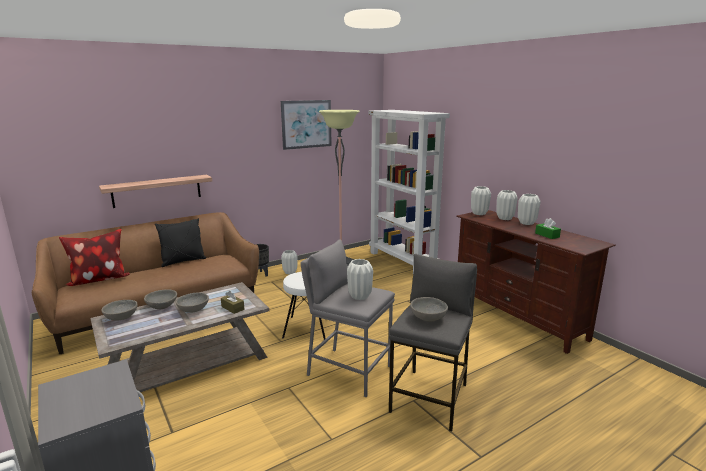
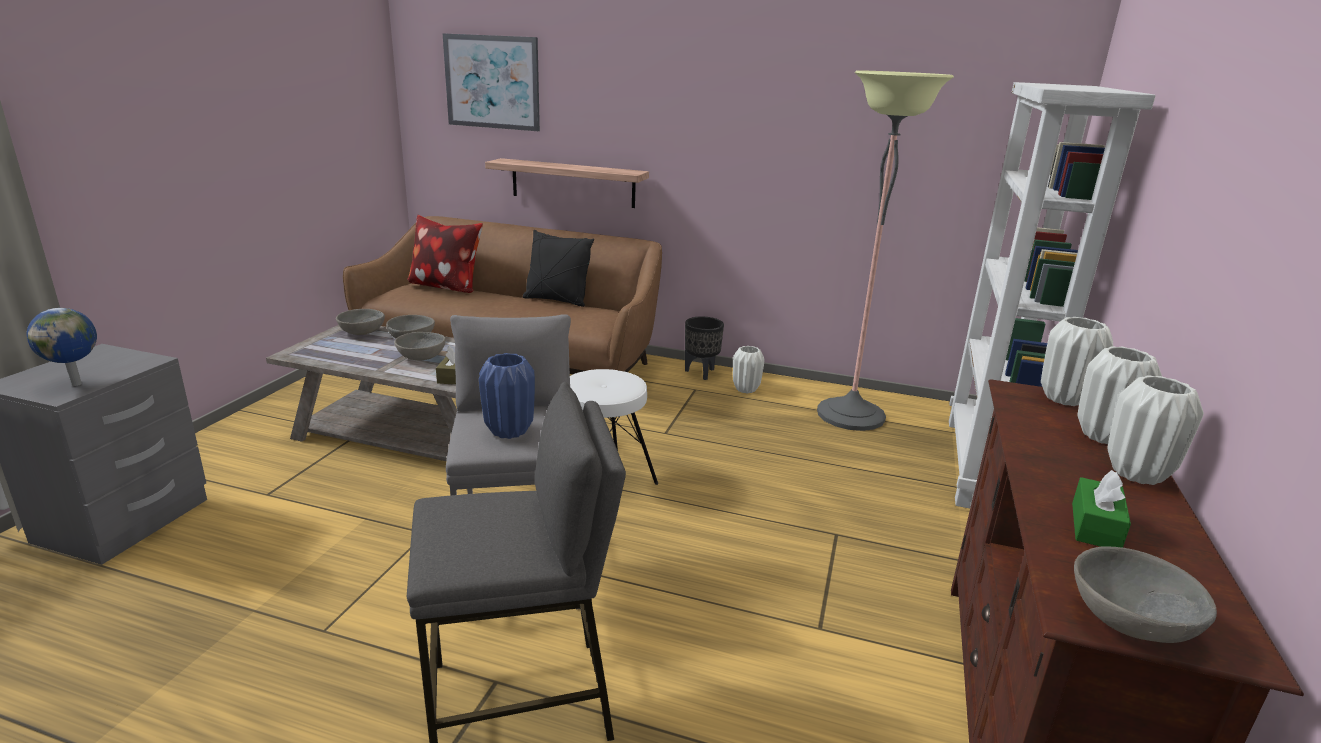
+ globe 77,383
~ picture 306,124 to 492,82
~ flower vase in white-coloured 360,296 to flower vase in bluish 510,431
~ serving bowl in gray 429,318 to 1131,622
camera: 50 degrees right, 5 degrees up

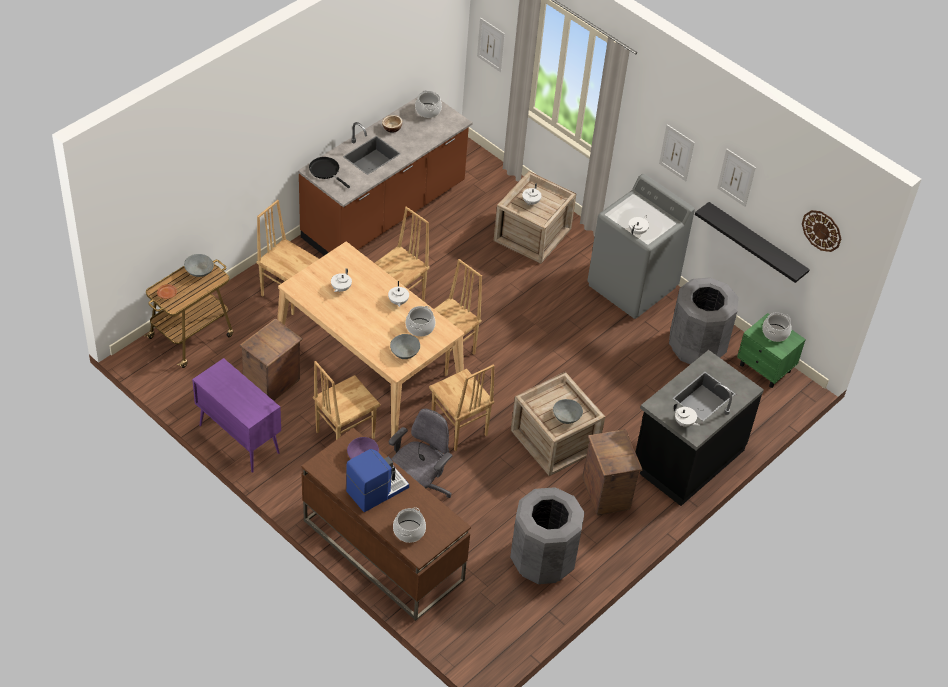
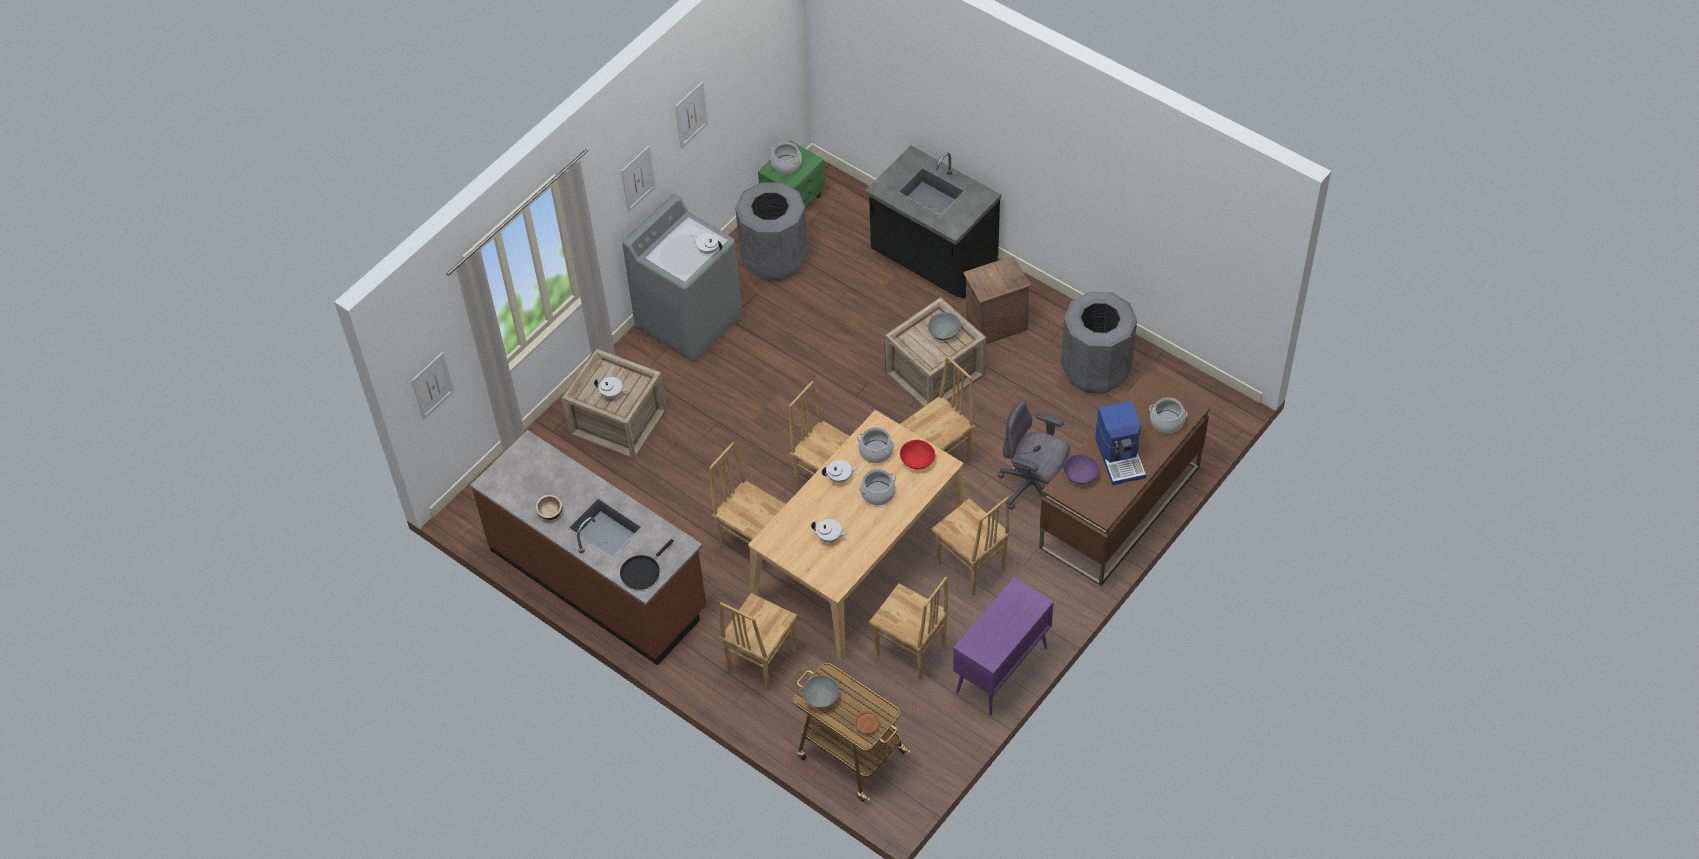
~ cooking pot 427,110 to 878,493
~ packing crate 272,384 to upright chair in brown-coloured 910,651
~ serving bowl in gray 404,352 to serving bowl in red 917,461
~ coffee maker 376,489 = 1120,457 150 degrees counterclockwise
- tea pot in white-coloured 684,423
- bracket shelf in black-coloured 756,244
- hanging clock 822,230
camera: 90 degrees left, 5 degrees up

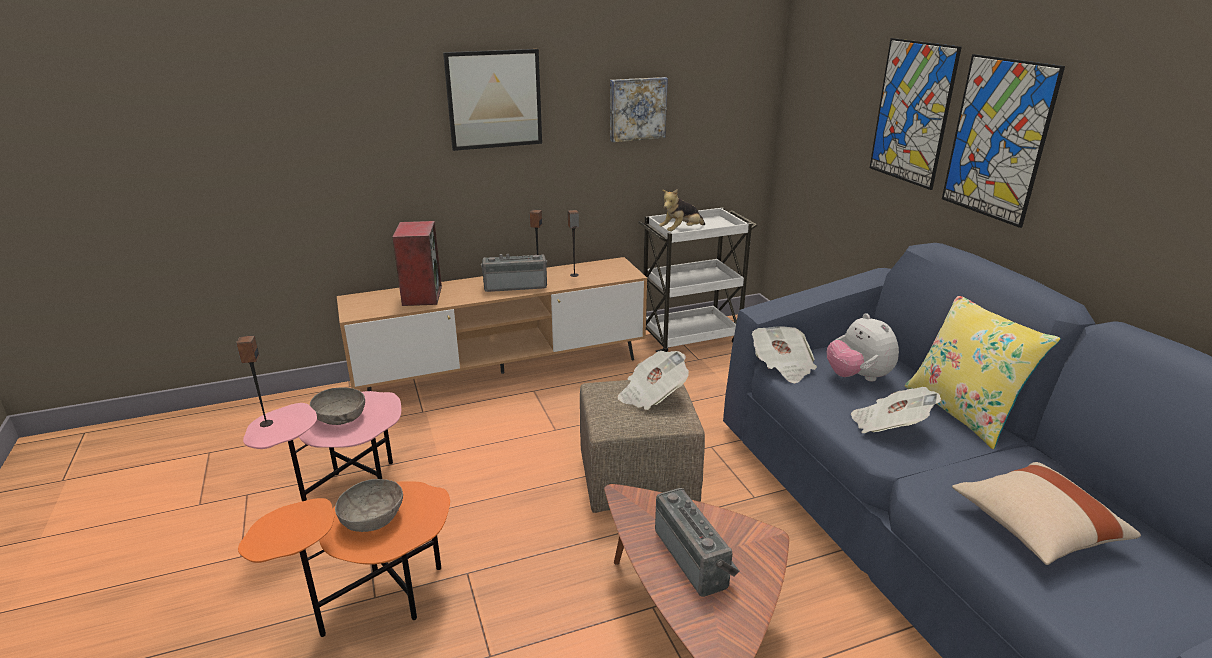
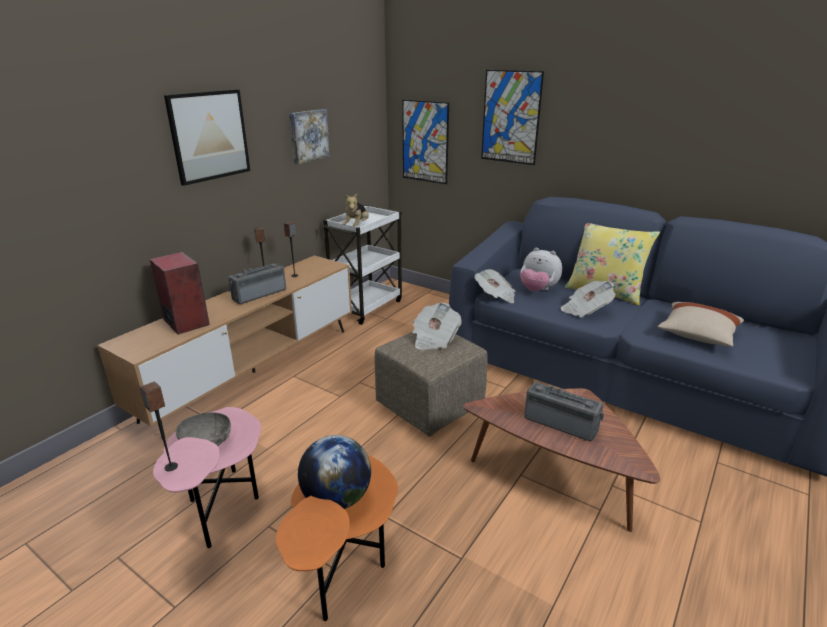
~ serving bowl in gray 372,519 to globe 337,499
~ picture 997,139 to 425,142
camera: 35 degrees left, 0 degrees up

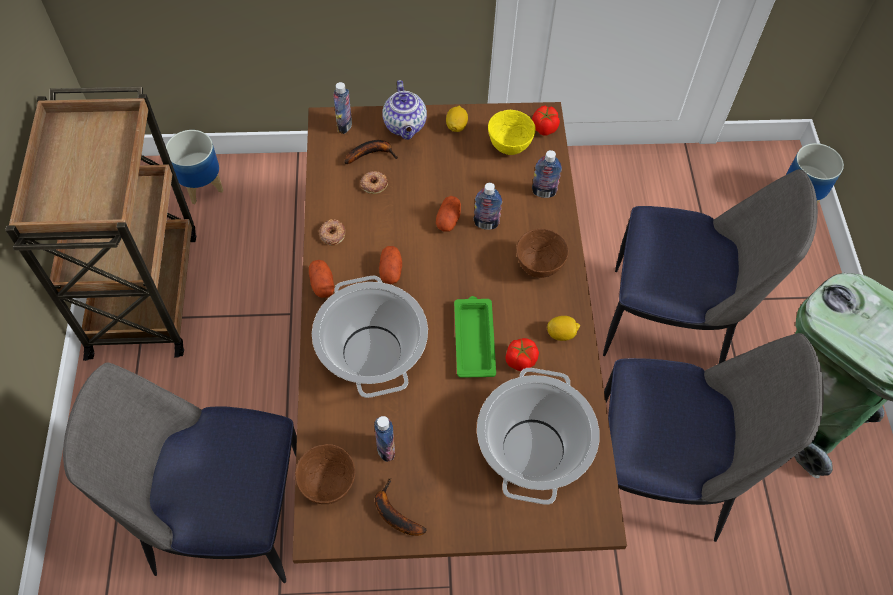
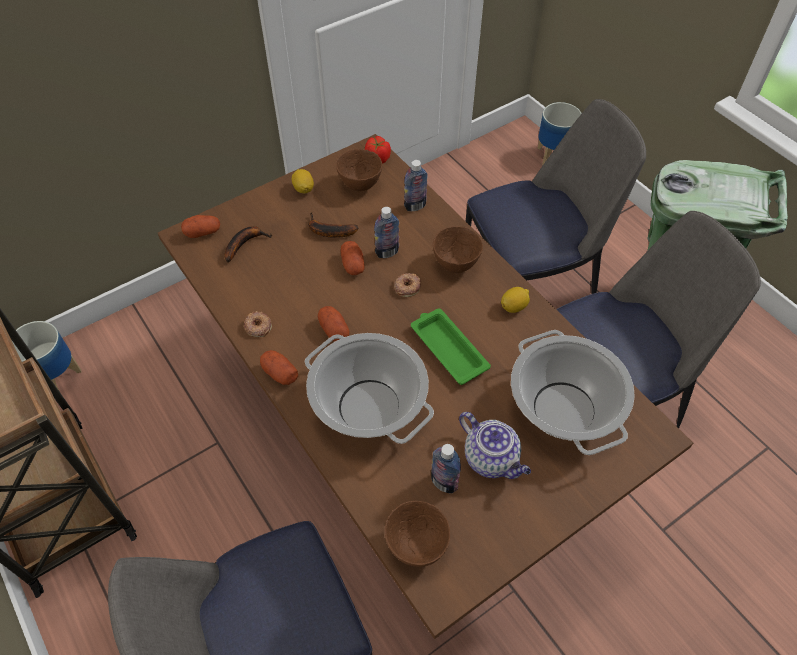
~ drink bottle 344,126 to whole potato 203,232
~ whole banana 394,513 to 328,231
~ serving bowl in yellow 508,147 to serving bowl in brown-coloured 359,185
~ donut 374,184 to 407,287
~ tea pot 405,126 to 492,459
- fresh tomato 520,360
camera: 30 degrees left, 5 degrees down

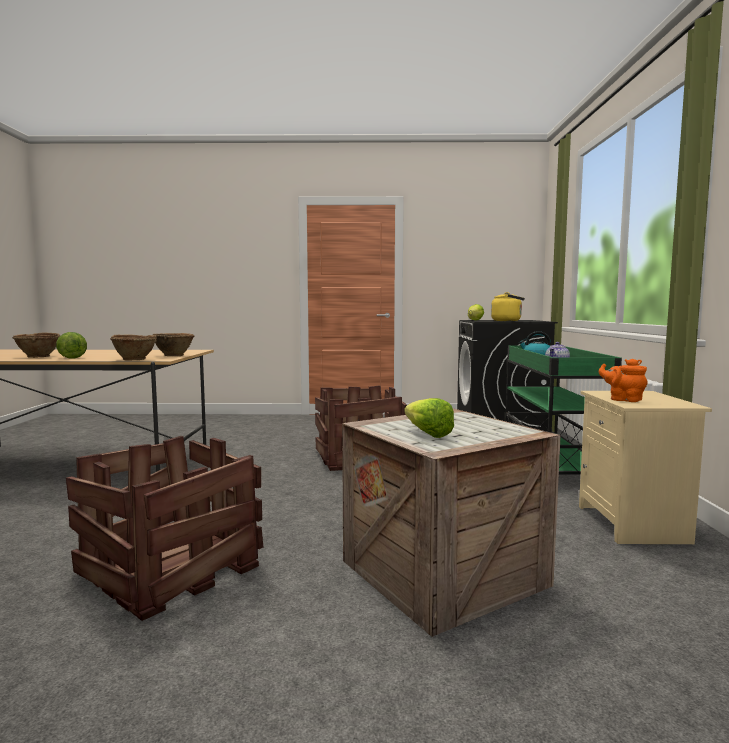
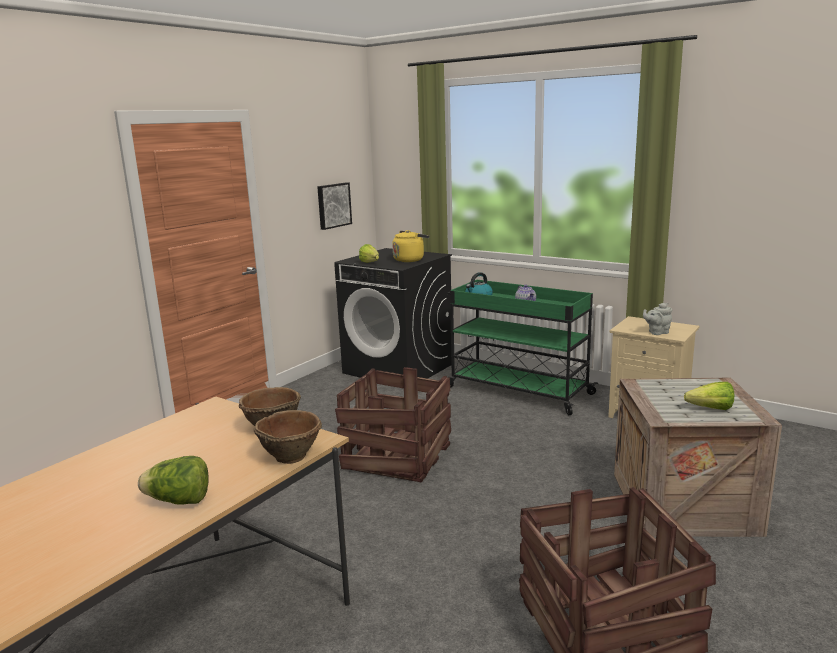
+ picture 333,205
~ tea pot in orangey 623,399 to tea pot in gray 657,332
- serving bowl in brown-coloured 38,356
camera: 55 degrees left, 10 degrees up

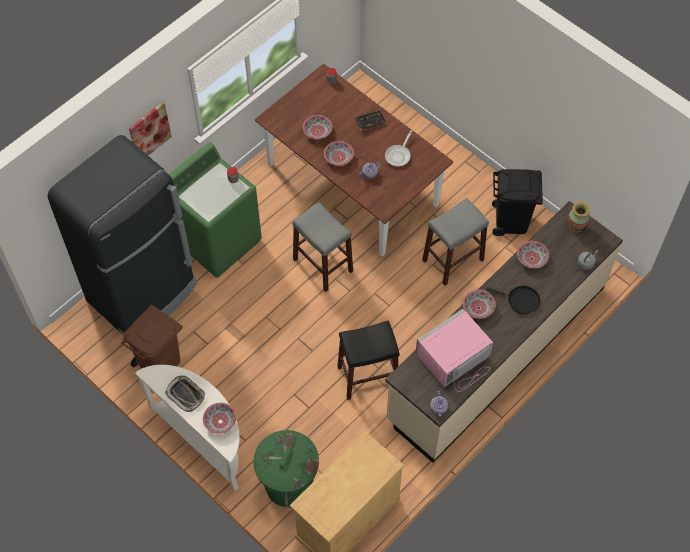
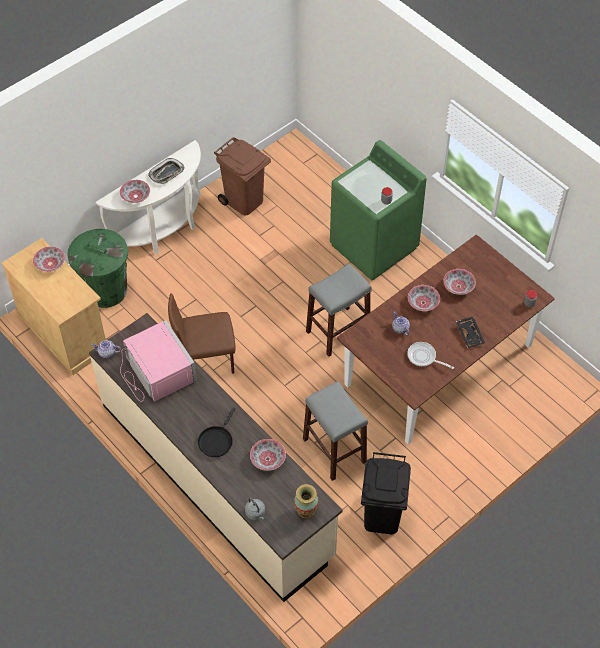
~ serving bowl 478,308 to 50,264
~ stool in black-coloured 367,376 to upright chair in brown-coloured 205,360
- kitchen fridge in black-coloured 143,293
- picture 149,131
camera: 95 degrees right, 5 degrees down

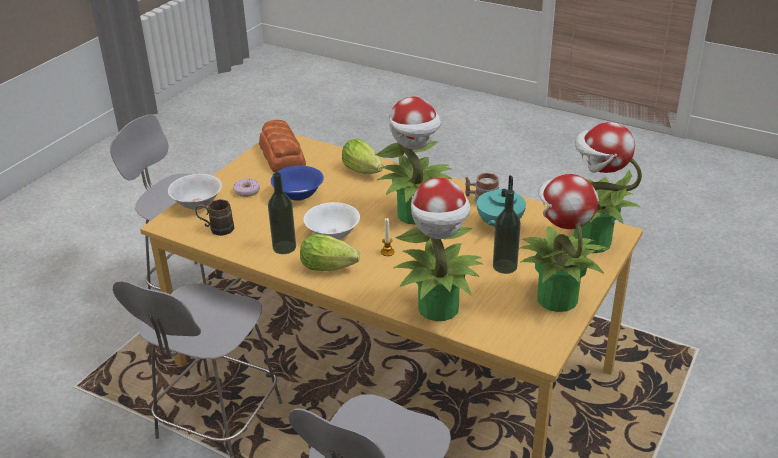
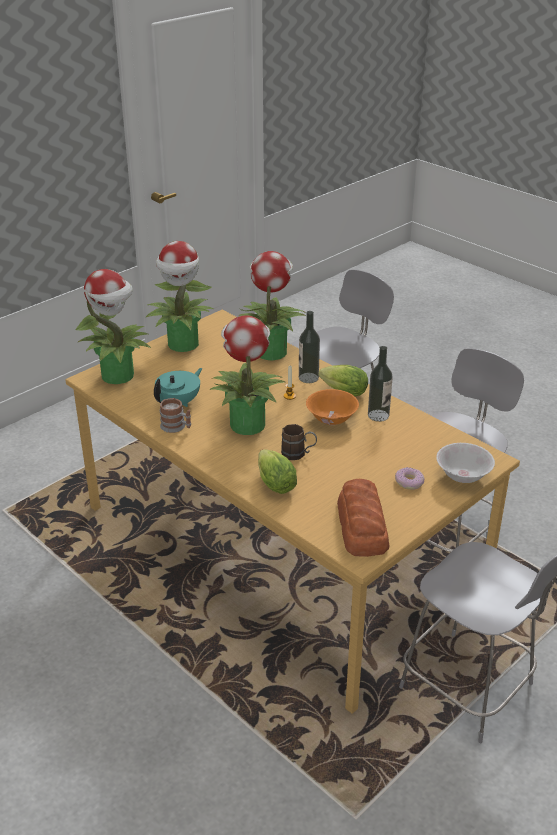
~ tea mug in brown-coloured 216,229 to 298,454
~ drink bottle 505,266 to 308,378
~ serving bowl in white-coloured 332,234 to serving bowl in orangey 332,419
- serving bowl in bluish 298,195
camera: 165 degrees left, 0 degrees up

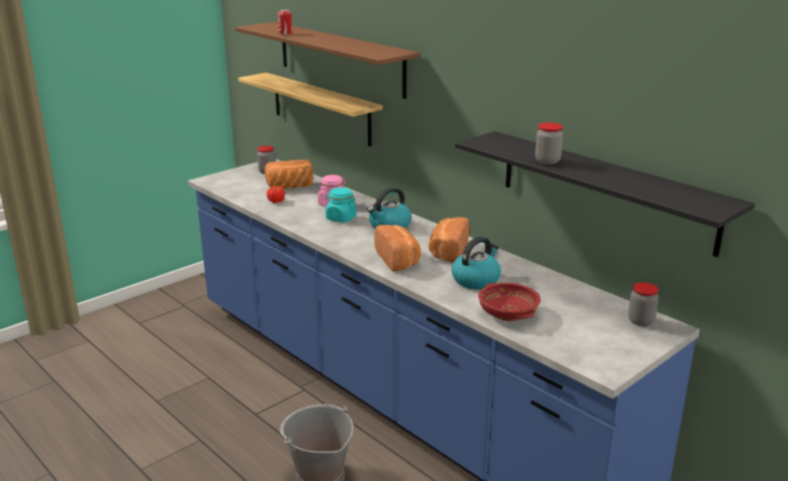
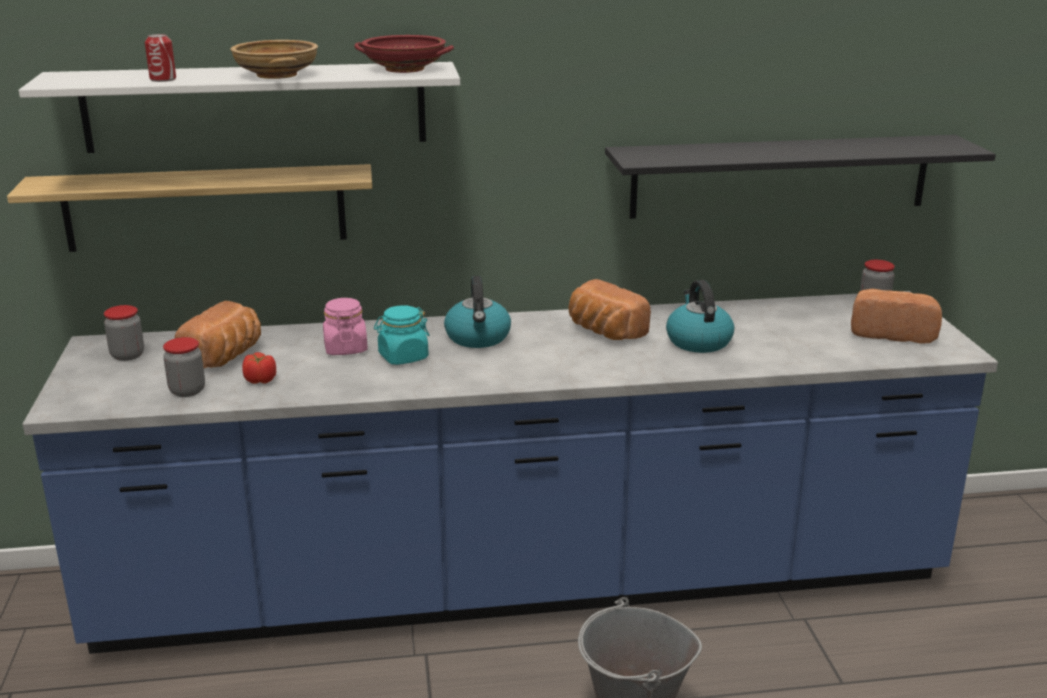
~ bracket shelf in brown-coloured 340,58 to bracket shelf in white-coloured 256,107
~ storage jar 547,161 to 187,391
+ serving bowl in beige 277,75
~ serving bowl in red 507,314 to 404,69
~ baked bread 399,260 to 892,333
camera: 55 degrees left, 0 degrees up

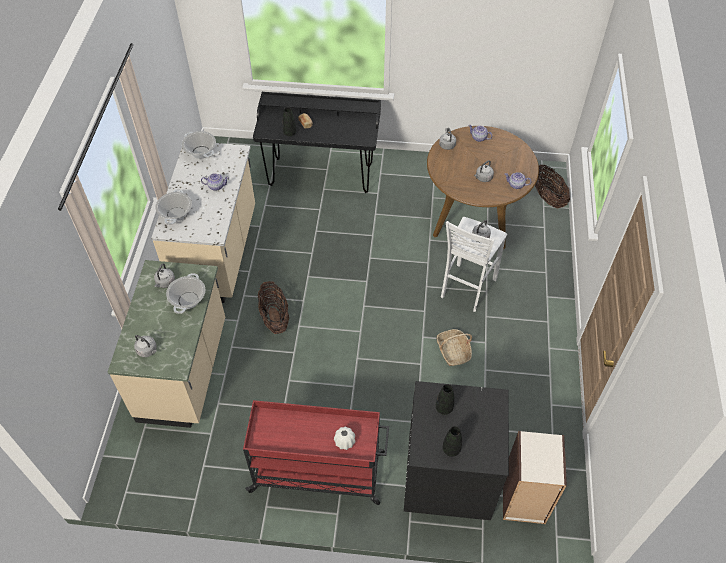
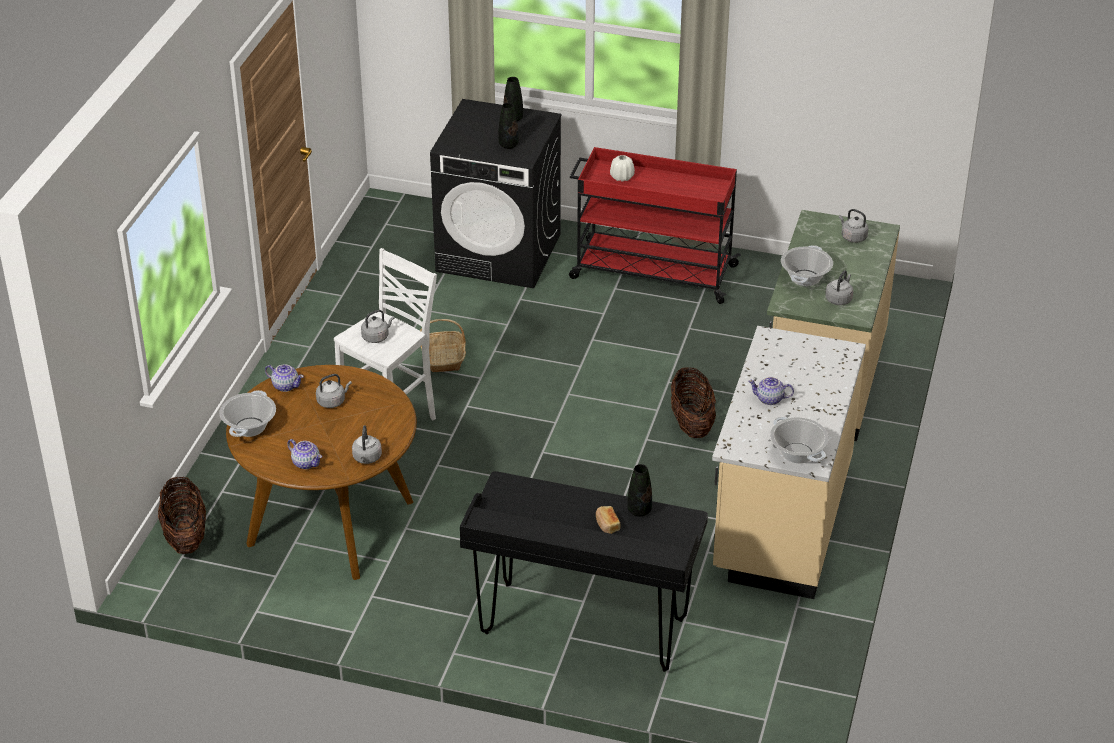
~ cooking pot 176,214 to 249,427
- bookcase 523,499
camera: 170 degrees left, 15 degrees down

